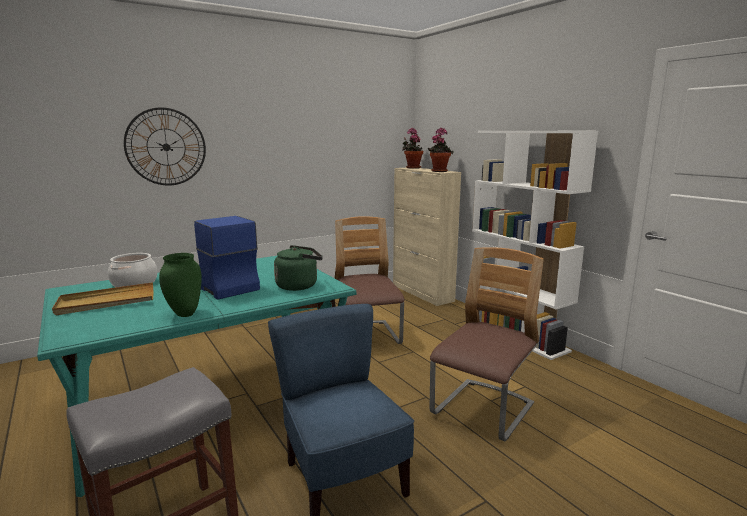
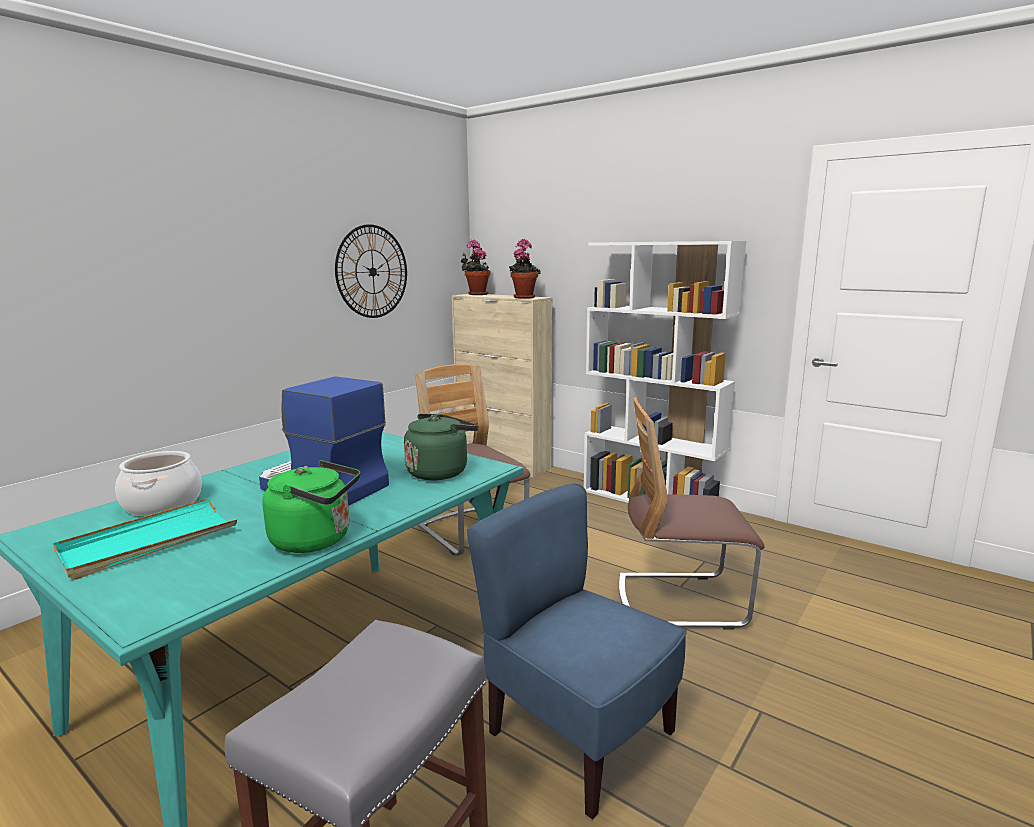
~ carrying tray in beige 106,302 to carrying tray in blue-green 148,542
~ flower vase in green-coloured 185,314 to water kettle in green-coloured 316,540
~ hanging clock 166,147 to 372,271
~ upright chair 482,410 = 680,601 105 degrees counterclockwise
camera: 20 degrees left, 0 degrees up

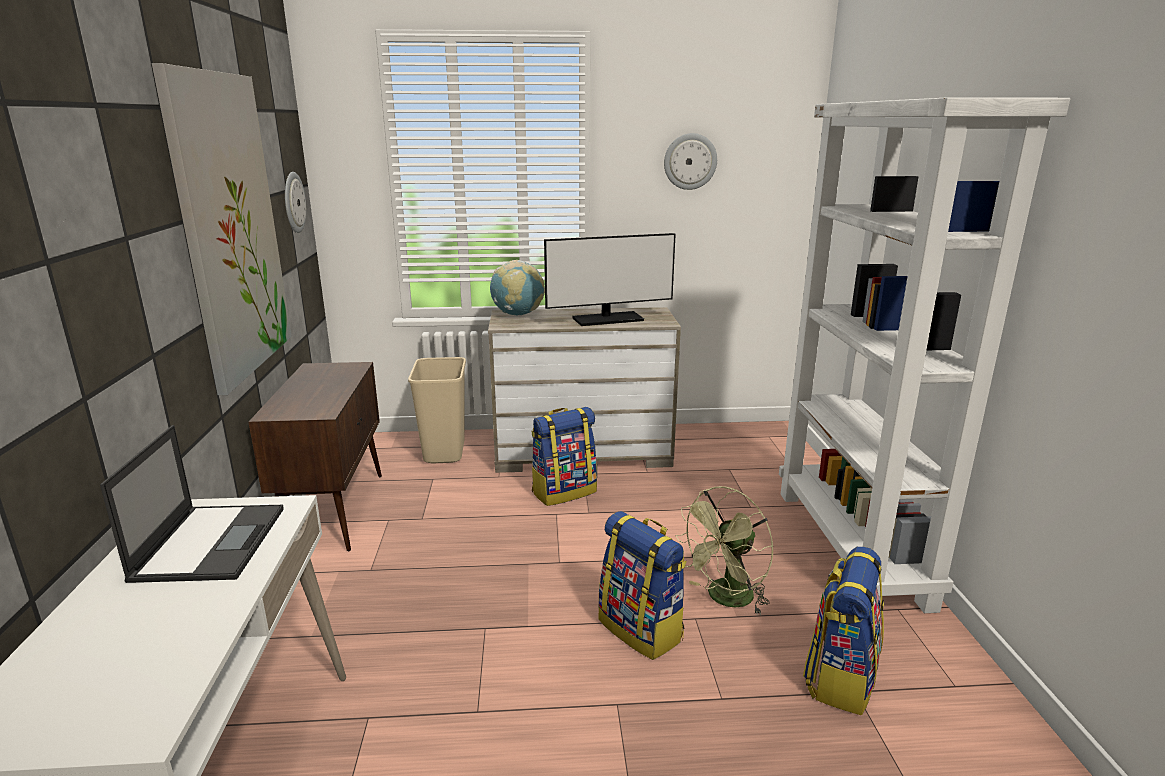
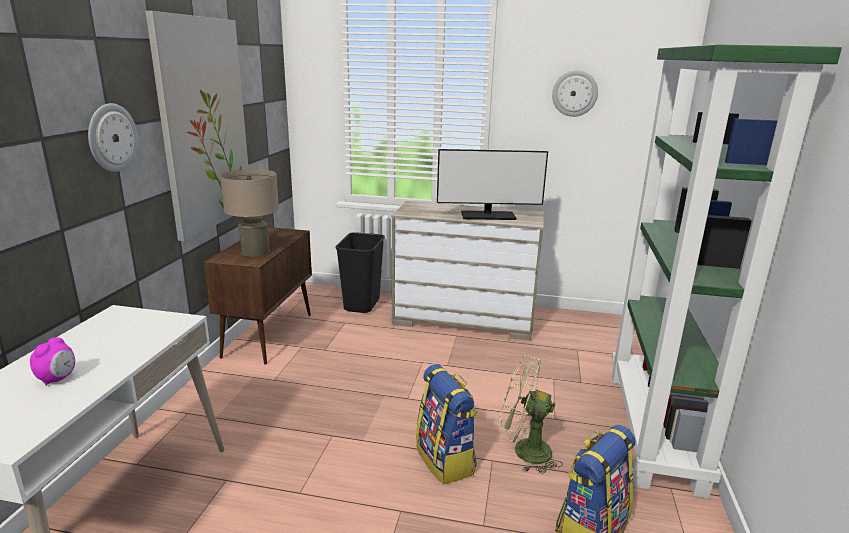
+ table clock 58,379
~ hanging clock 293,202 to 112,137
+ tabletop lamp in beige 255,251
~ trash can in beige 443,452 to trash can in black-coloured 361,304
~ fan in green-coloured 725,599 = 523,451 45 degrees clockwise
~ bookcase in white-coloured 852,546 to bookcase in green-coloured 655,429
- notebook computer 211,542
- globe 518,314
- backpack 564,491
camera: 15 degrees right, 0 degrees up

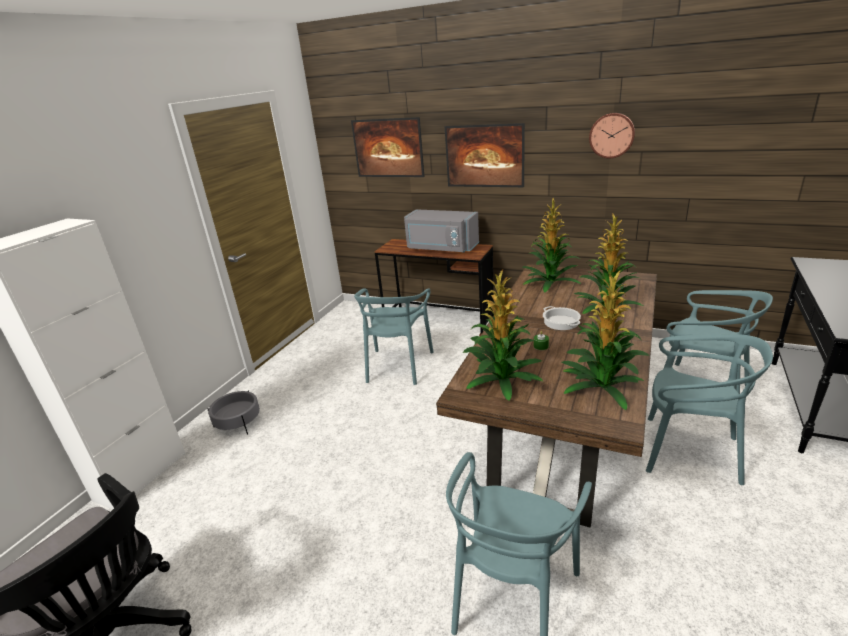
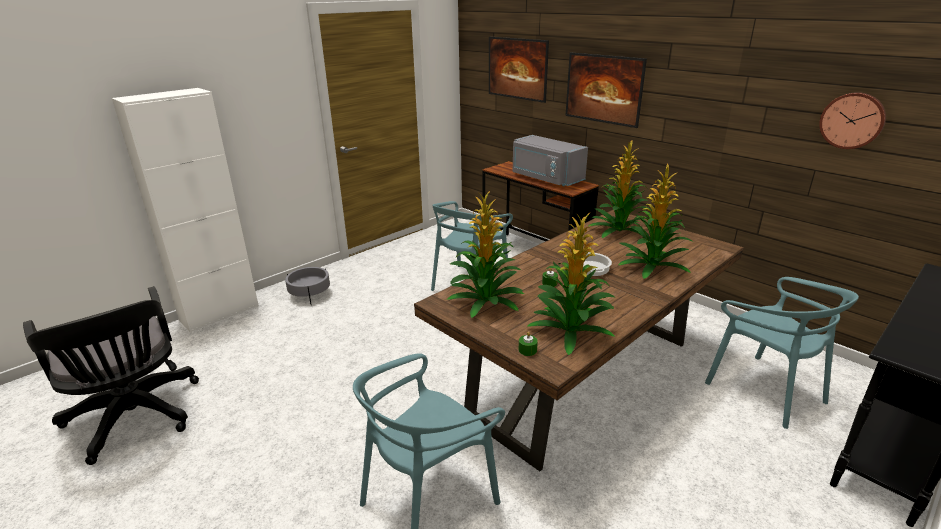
+ wax candle in green-coloured 527,350
~ hanging clock 611,135 to 852,120
- upright chair in blue-green 689,451
camera: 20 degrees right, 0 degrees up

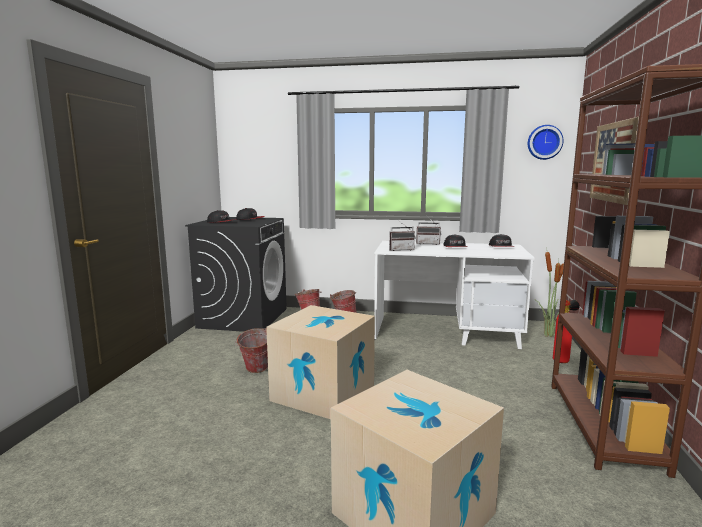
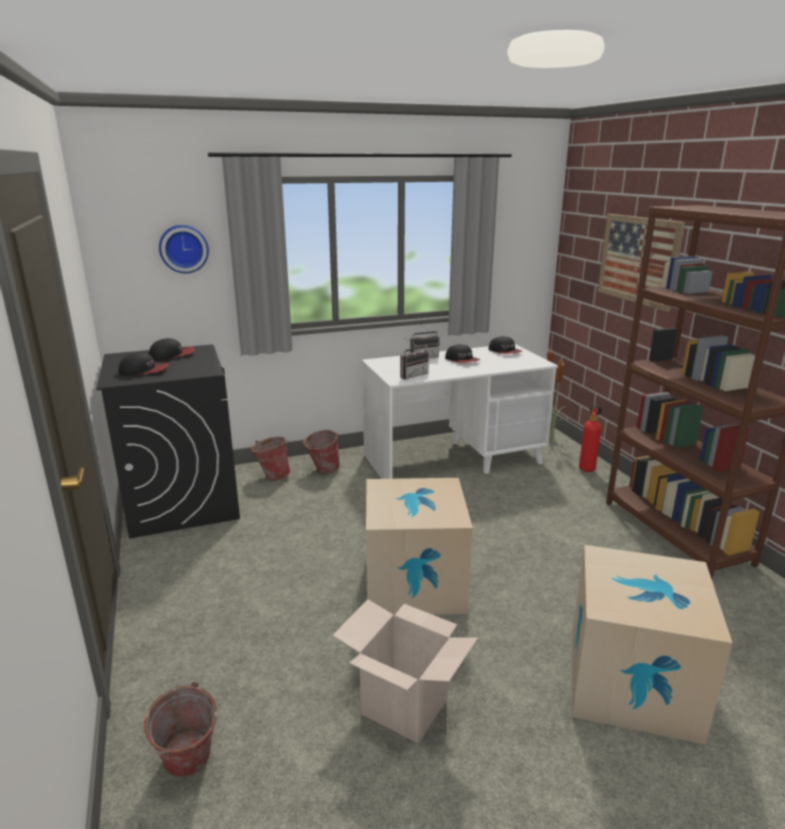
~ bucket 255,370 to 187,767
~ hanging clock 544,142 to 183,248
+ packing box 404,706
camera: 30 degrees left, 10 degrees up

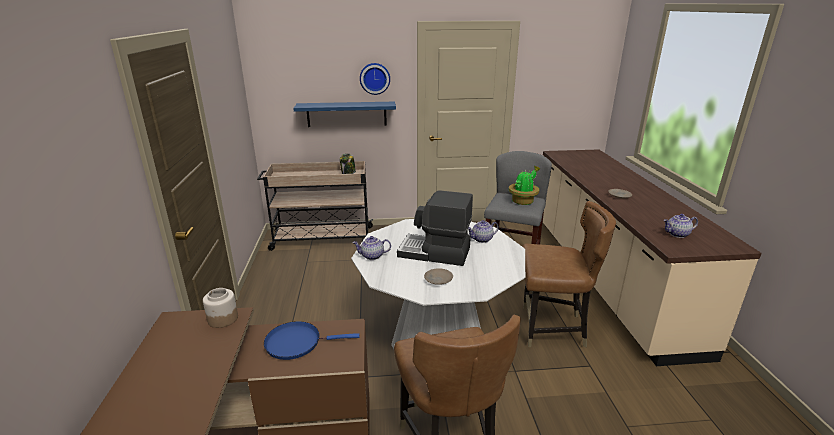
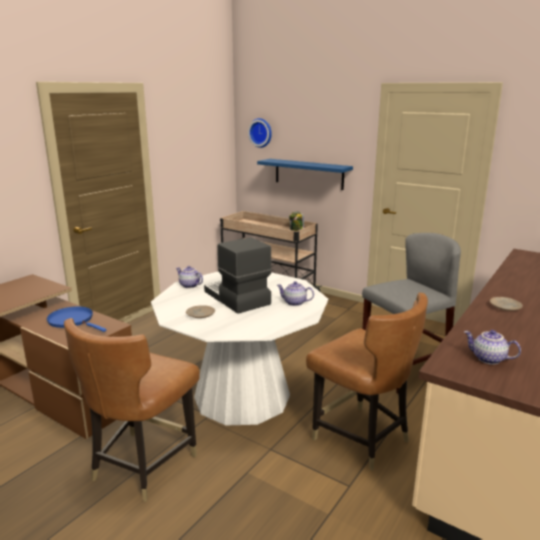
~ hanging clock 375,78 to 261,132
- storage jar 222,319
- plant in a pot 523,201
camera: 40 degrees right, 5 degrees down

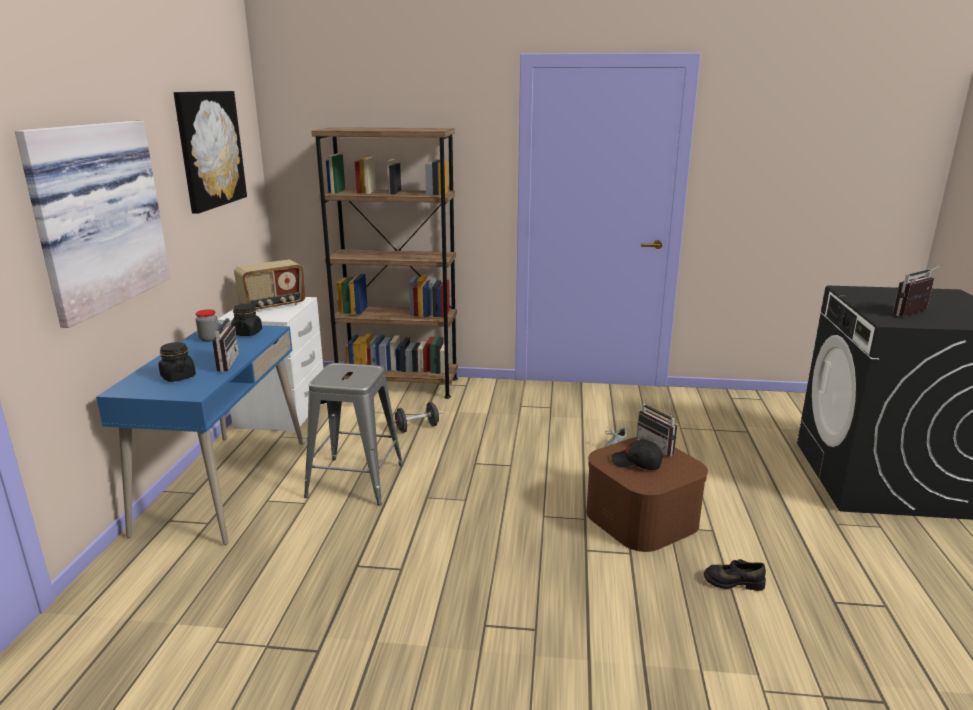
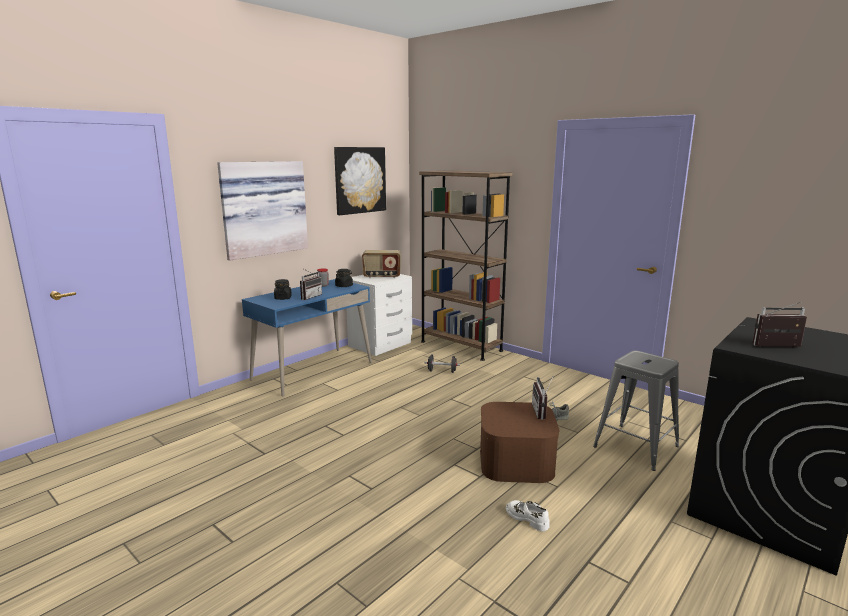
~ shoe in black-coloured 733,581 to shoe in white-coloured 527,518
~ stool in gray 355,480 to 635,446
- peaked cap in black-coloured 636,463
camera: 35 degrees right, 5 degrees down

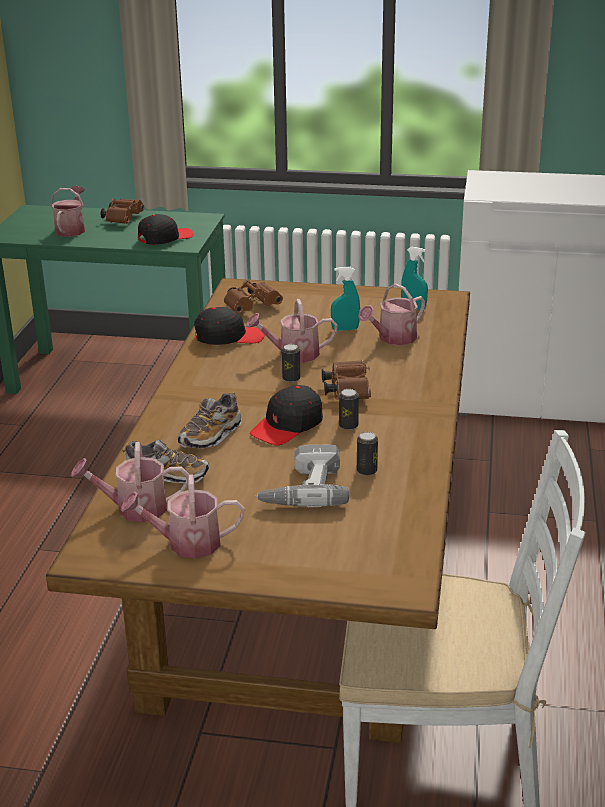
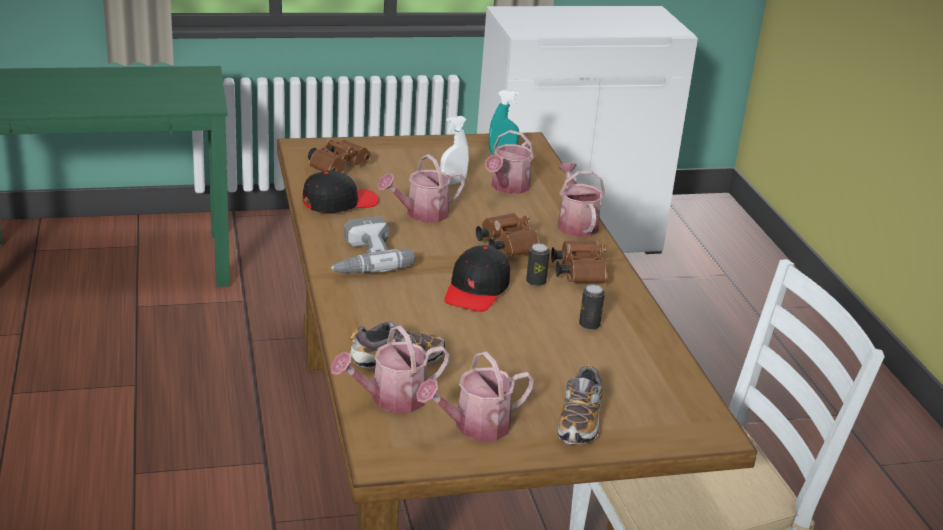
~ power drill 302,487 to 362,258
~ sprayer in blue-green 345,329 to sprayer in white-coloured 453,182
~ pair of binoculars in brown-coloured 123,219 to 578,272
~ sprinkling can 71,229 to 575,224
~ shoe 211,436 to 579,422
- peaked cap in black-coloured 165,238
- can 291,378
camera: 25 degrees left, 0 degrees up

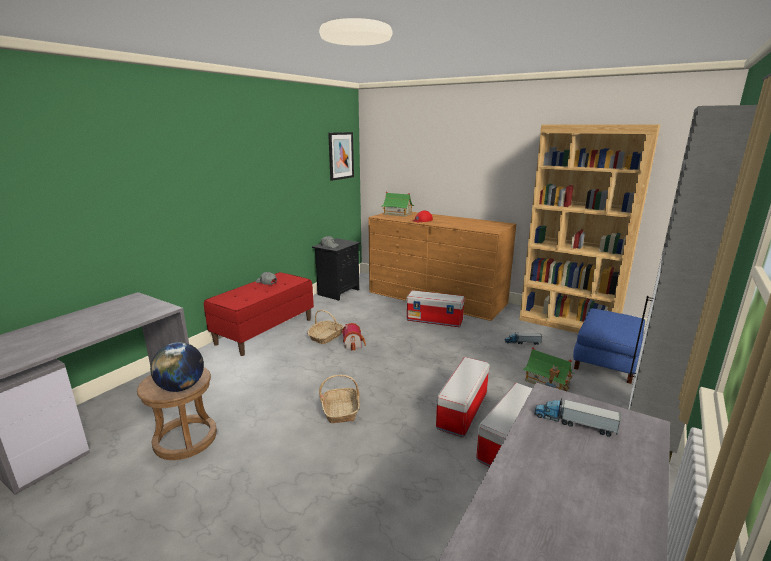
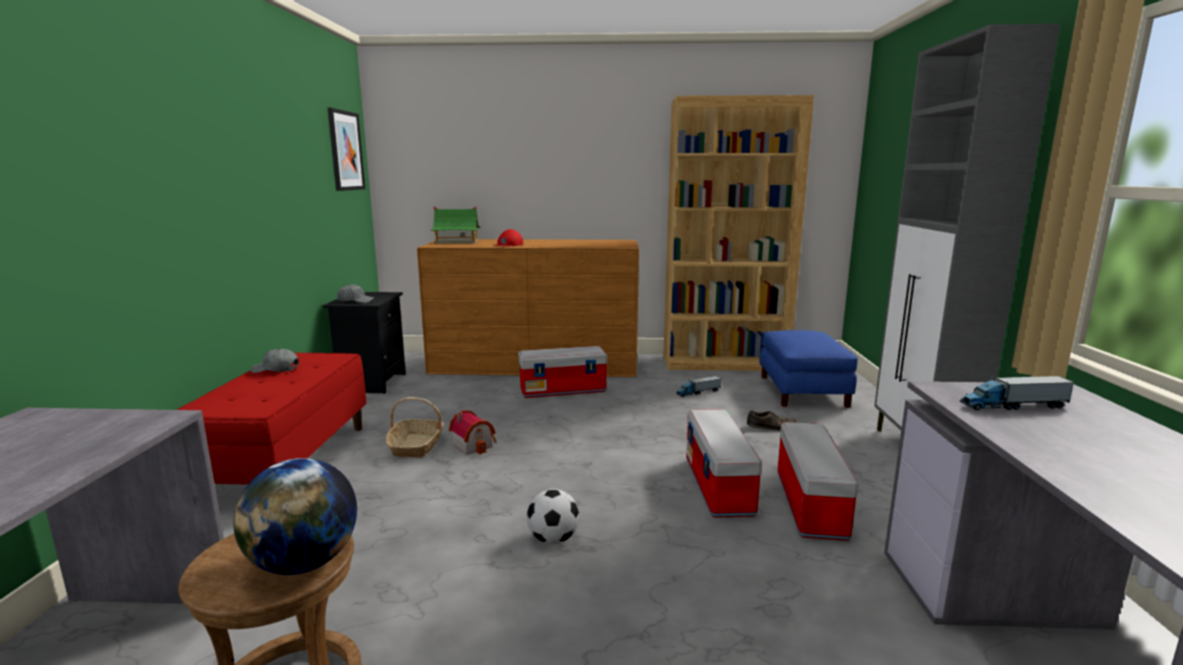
~ basket 341,410 to football ball 553,539
~ miniature house 547,382 to shoe in brown-coloured 772,427
camera: 30 degrees left, 5 degrees down

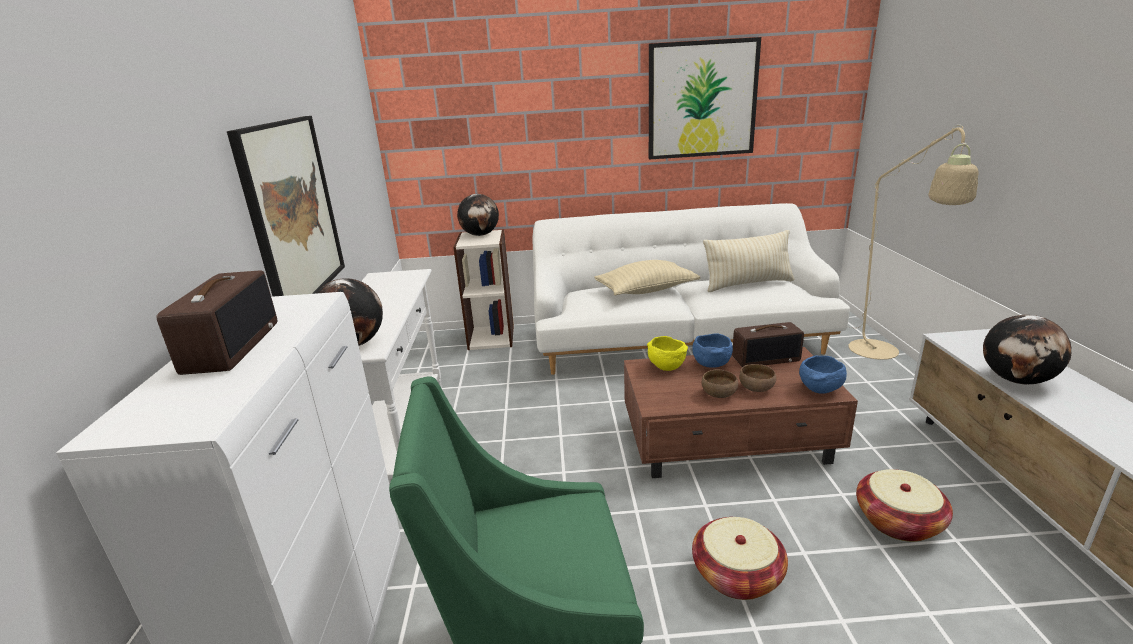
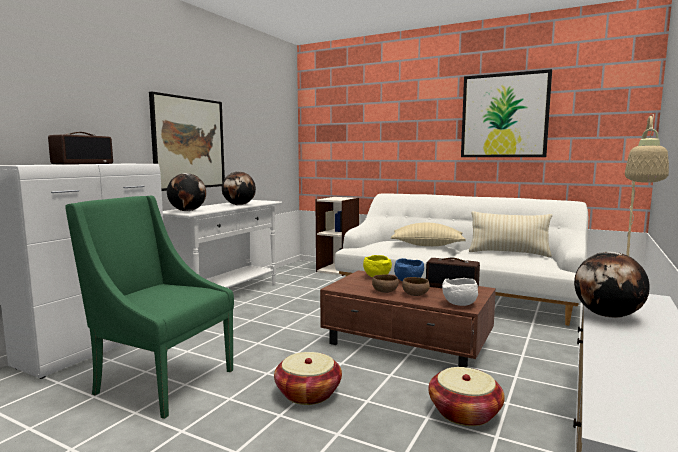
~ globe 480,235 to 239,205
~ serving bowl in bluish 820,390 to serving bowl in white-coloured 459,304
camera: 30 degrees right, 15 degrees down

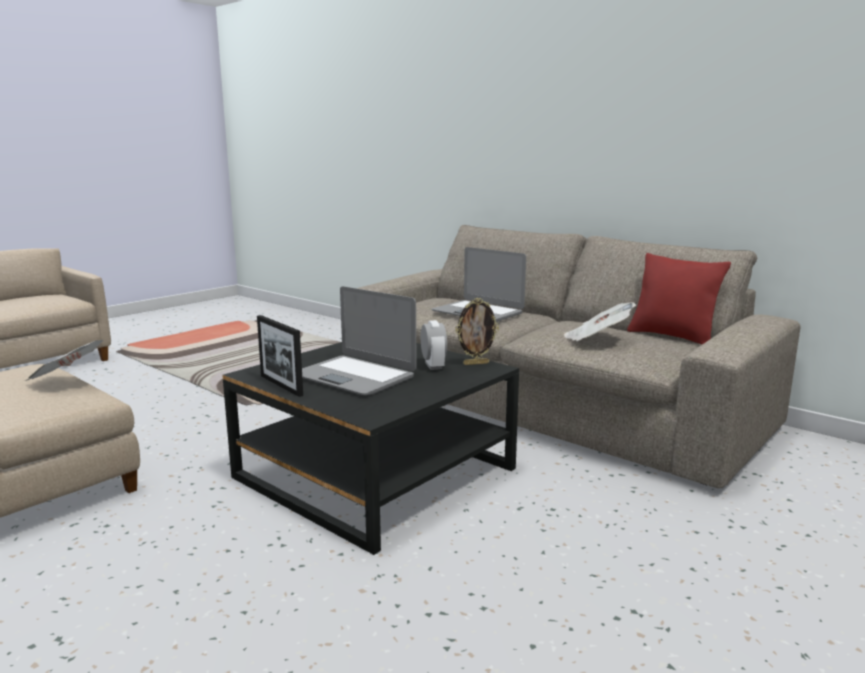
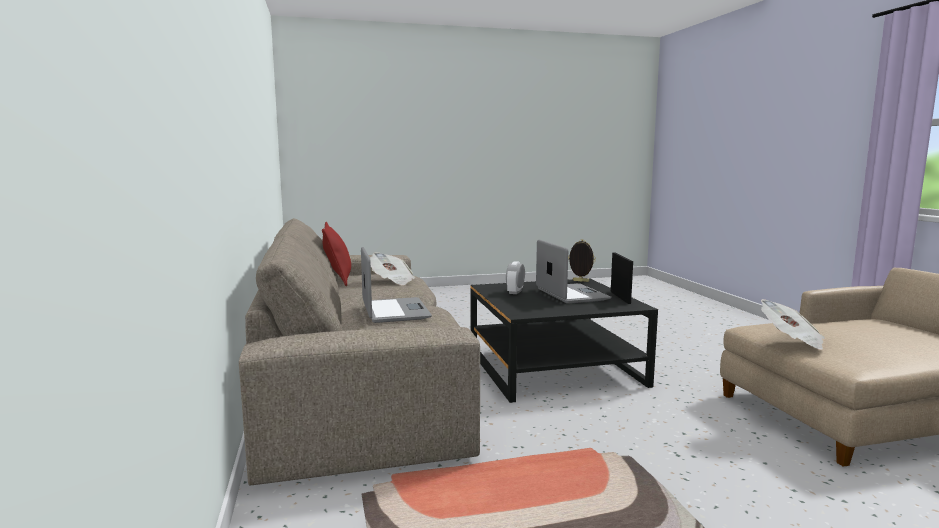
~ standing frame 476,363 to 580,281
camera: 145 degrees left, 5 degrees down

